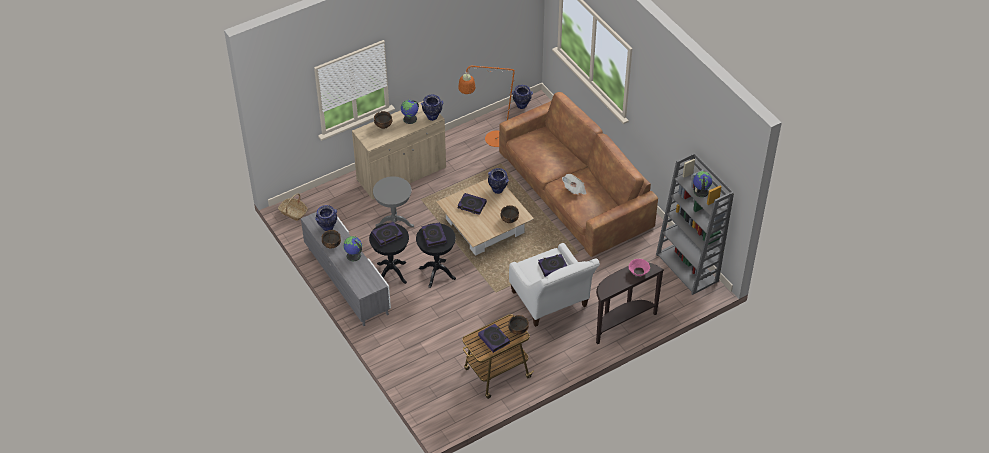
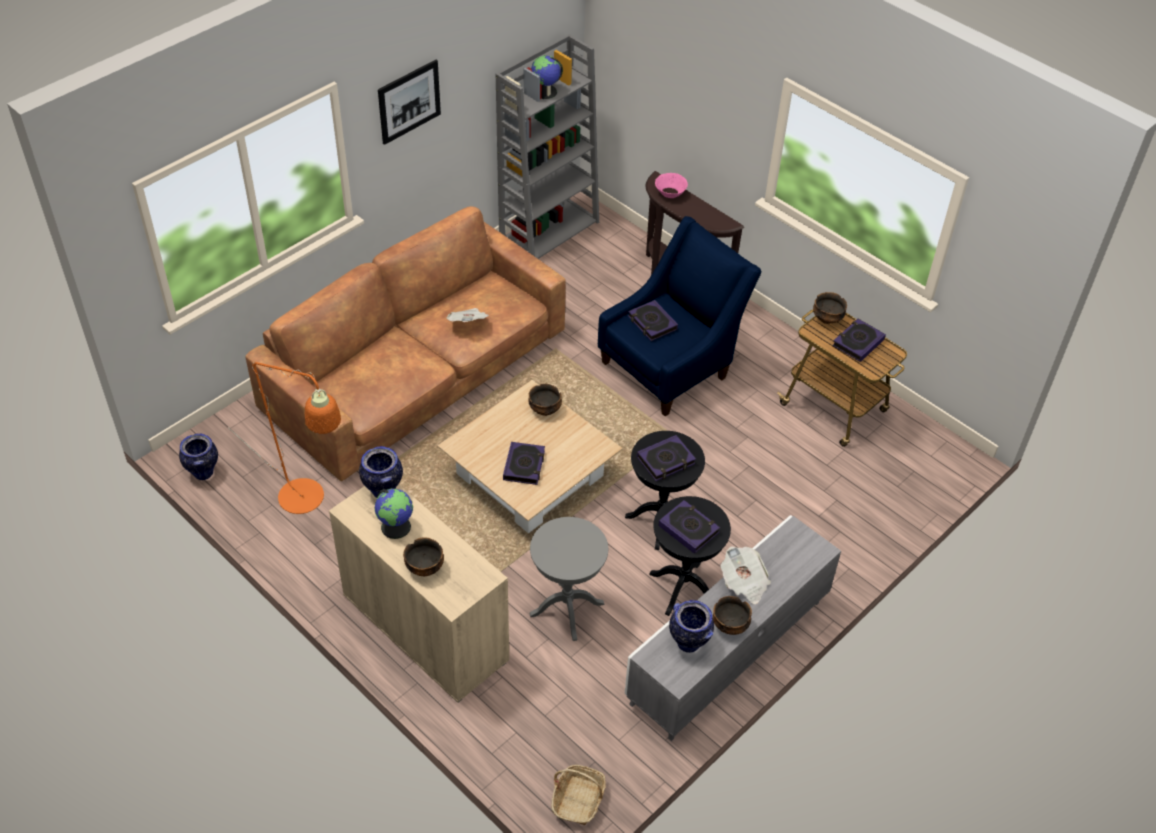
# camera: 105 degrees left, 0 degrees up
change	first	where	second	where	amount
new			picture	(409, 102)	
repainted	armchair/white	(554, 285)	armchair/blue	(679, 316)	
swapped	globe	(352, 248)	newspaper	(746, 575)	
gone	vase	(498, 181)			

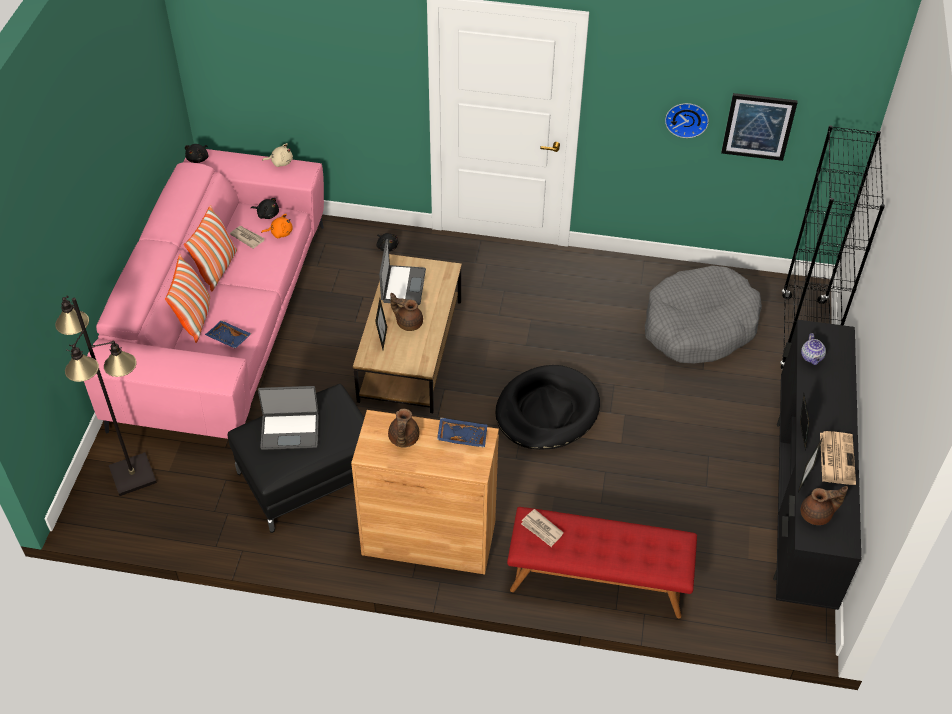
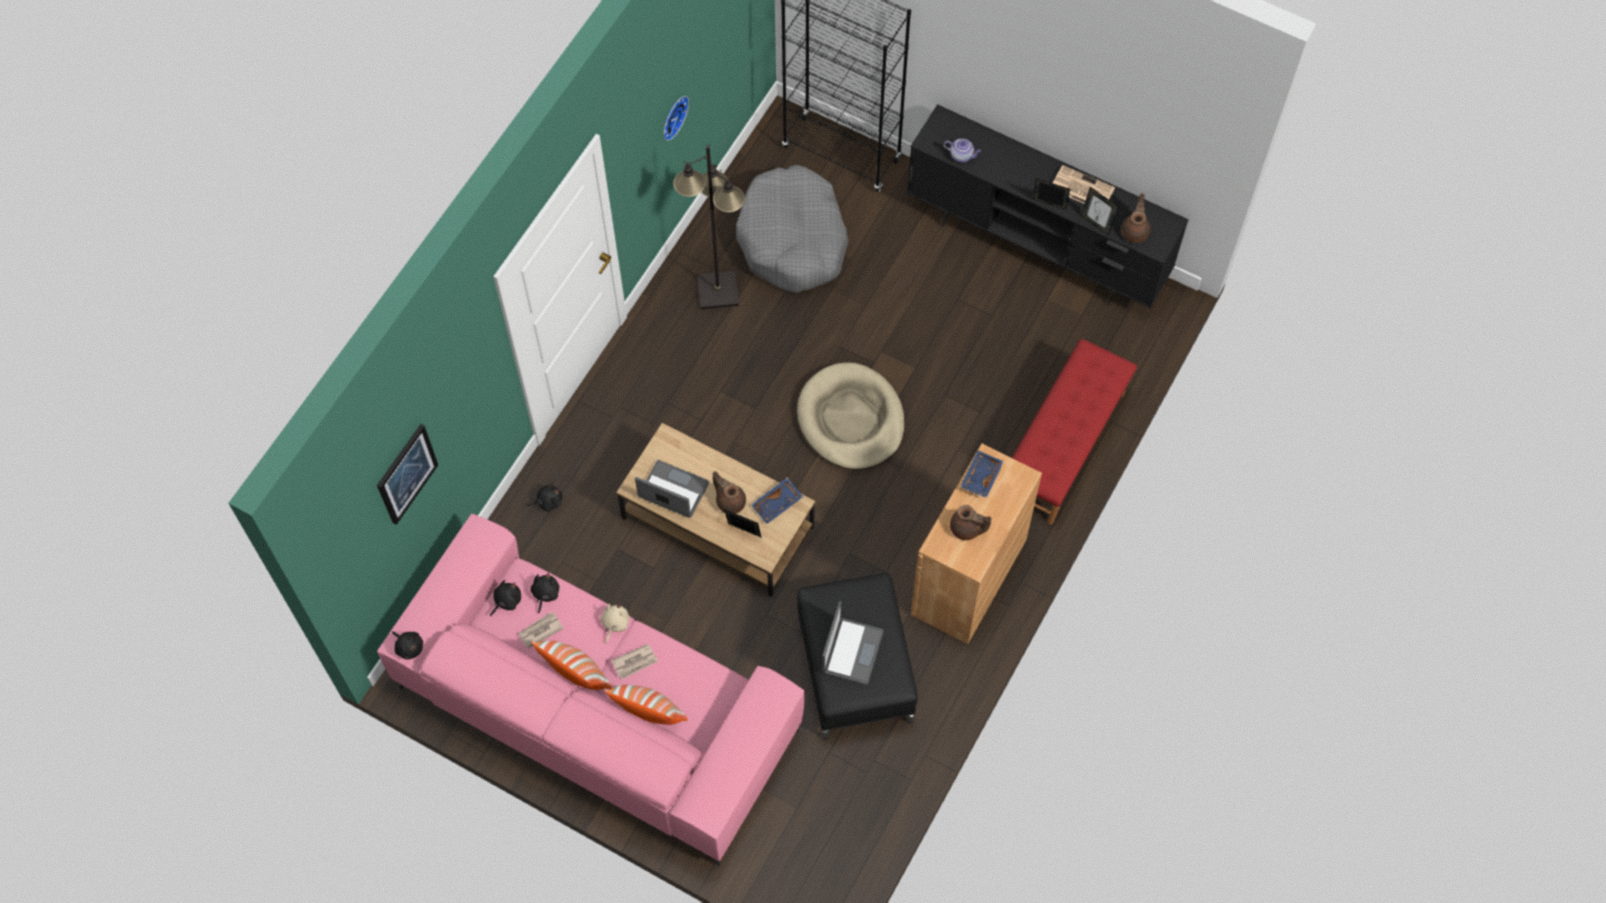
# camera: 70 degrees left, 15 degrees up
change	first	where	second	where	amount
shifted	picture	(759, 127)		(407, 474)	
repainted	plush toy/orange	(277, 226)	plush toy/black	(544, 593)	
shifted	plush toy/beige	(277, 155)		(615, 623)	
shifted	newspaper	(542, 528)		(634, 661)	
shifted	floor lamp/black	(106, 395)		(709, 227)	
rotated	teapot/brown	(406, 312)		(729, 492)	90 degrees clockwise
shifted	tray/blue	(228, 334)		(777, 501)	
repainted	dog bed/black	(547, 407)	dog bed/beige	(851, 416)	

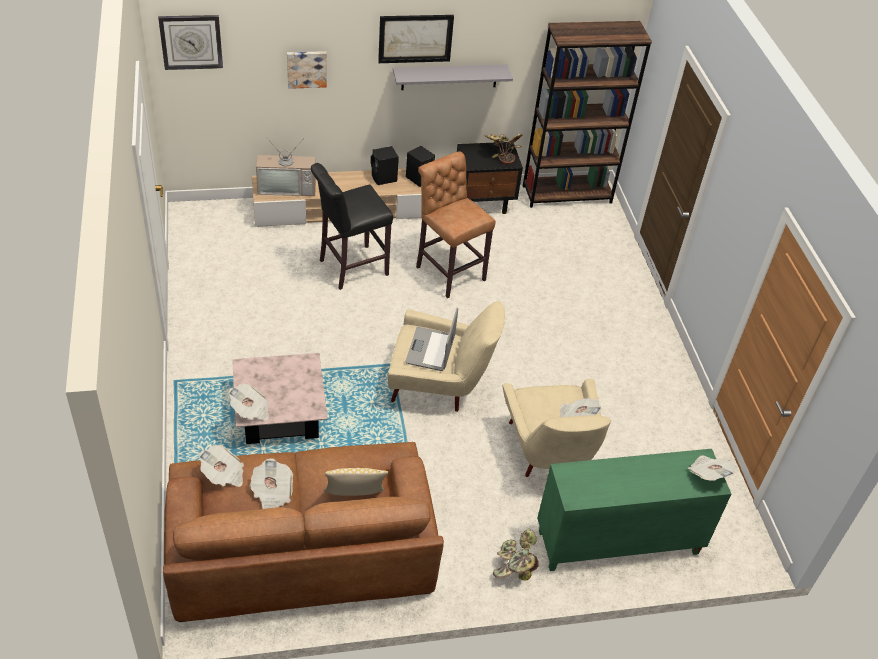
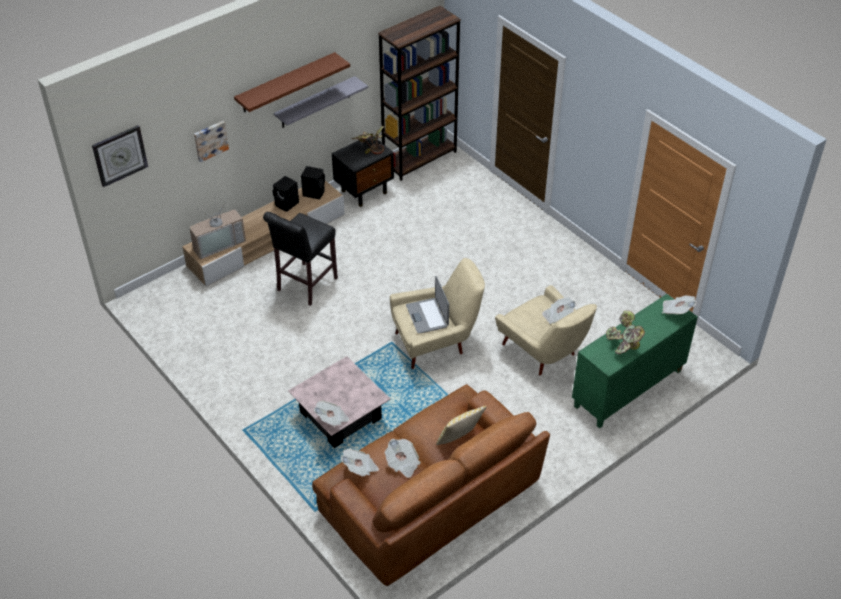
# camera: 25 degrees left, 0 degrees up
change	first	where	second	where	amount
swapped	picture	(416, 39)	shelf/brown	(292, 82)	
shifted	potted plant	(516, 555)		(625, 332)	
gone	stool/brown	(456, 224)			

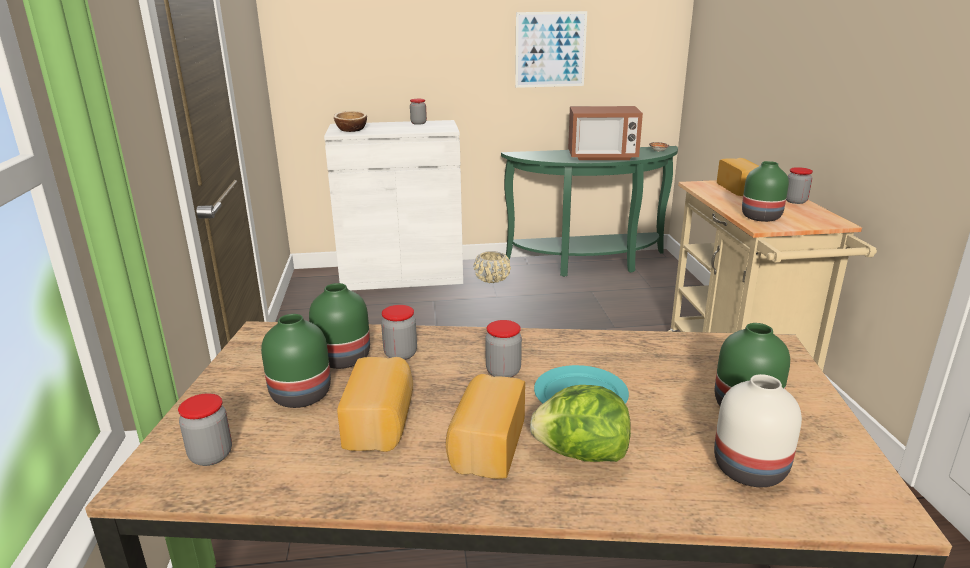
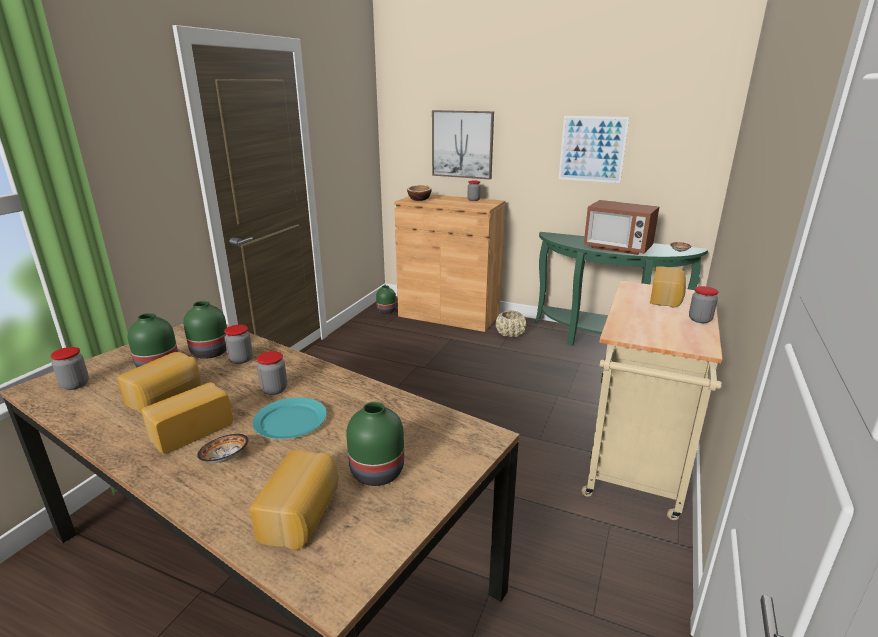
# camera: 30 degrees right, 0 degrees up
change	first	where	second	where	amount
swapped	lettuce	(580, 423)	bowl	(223, 448)	
swapped	vase/white	(758, 430)	bread	(294, 500)	
shifted	vase/green	(765, 191)		(386, 299)	
repainted	cabinet/white	(393, 205)	cabinet/brown	(449, 263)	
new			picture	(463, 145)	

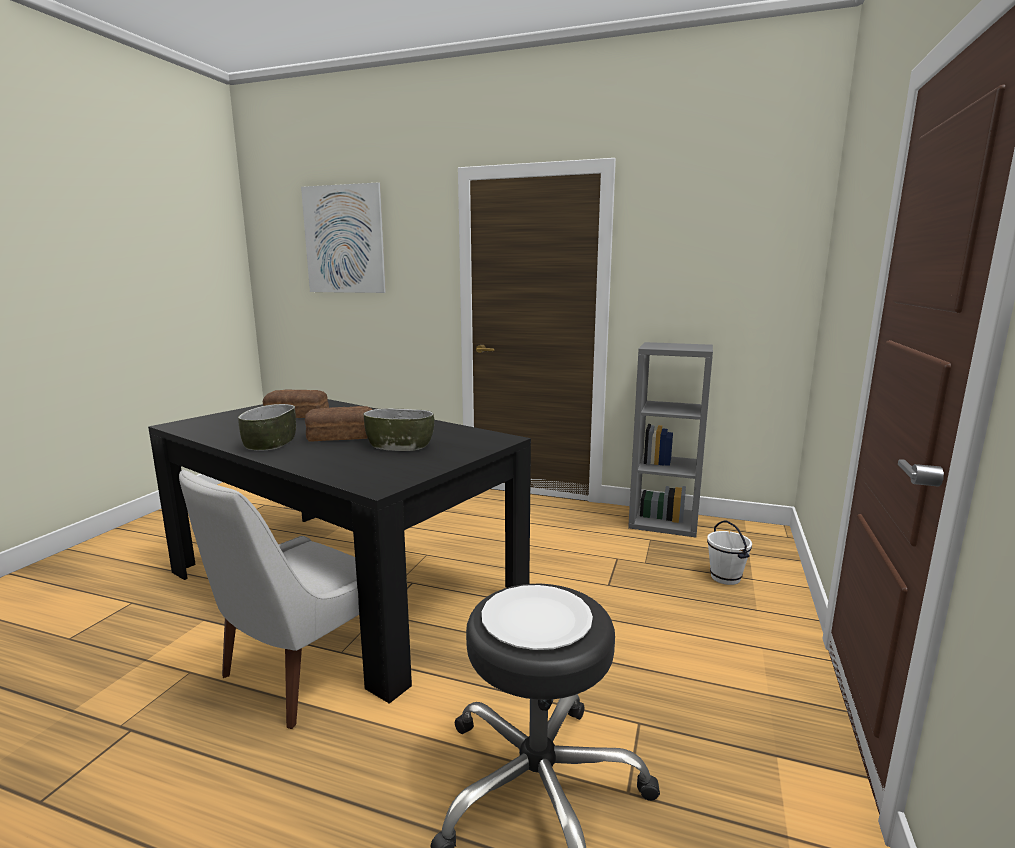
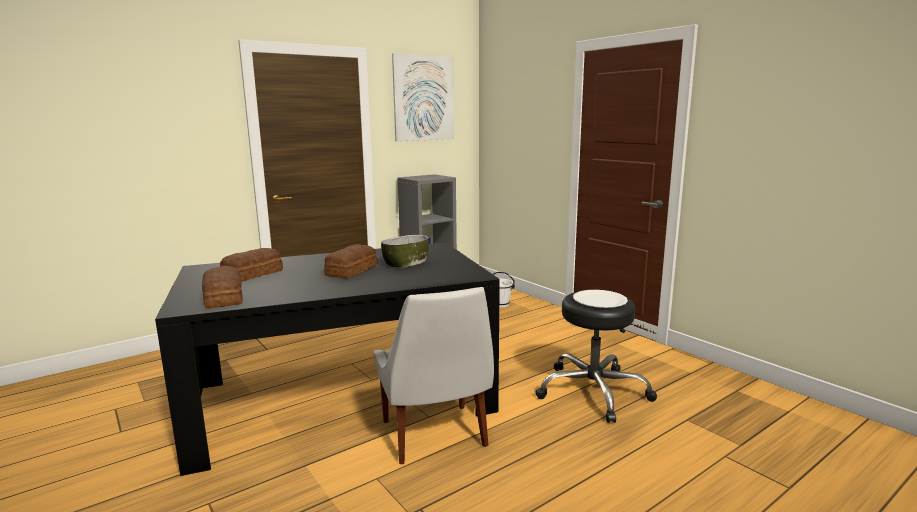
# camera: 55 degrees left, 0 degrees up
change	first	where	second	where	amount
new			bread	(222, 287)	
shifted	picture	(343, 238)		(423, 97)	
gone	bowl	(267, 427)			

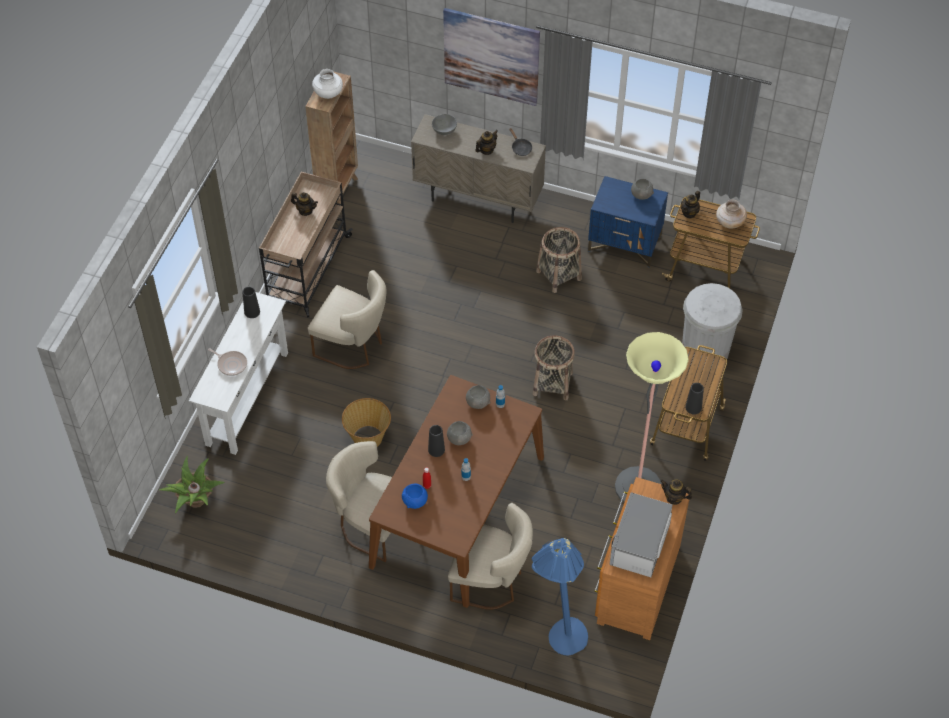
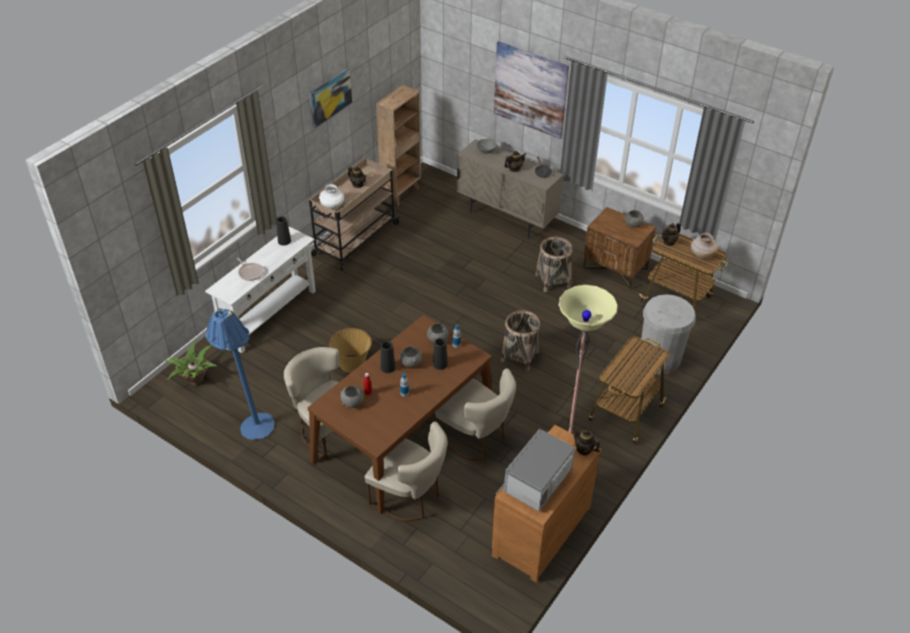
# camera: 15 degrees right, 10 degrees down
change	first	where	second	where	amount
shifted	floor lamp/blue	(560, 596)		(240, 374)	
new			picture	(331, 98)	
shifted	vase/white	(327, 84)		(331, 196)	
repainted	bowl/blue	(415, 496)	bowl/grey	(352, 396)	
shifted	vase/black	(694, 398)		(440, 354)	
shifted	chair/beige	(347, 319)		(475, 414)	
repainted	nightstand/blue	(628, 221)	nightstand/brown	(619, 248)	

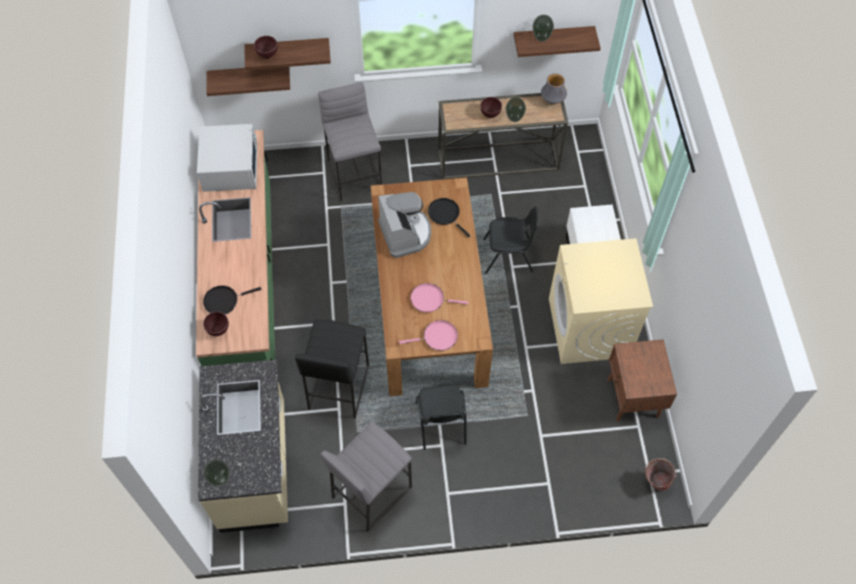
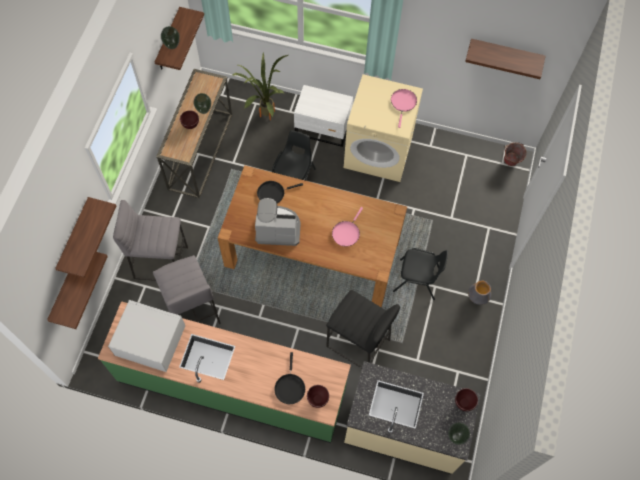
# camera: 70 degrees left, 5 degrees up
change	first	where	second	where	amount
shifted	stool/grey	(366, 477)		(187, 289)	
new			potted plant	(260, 86)	
shifted	frying pan/pink	(428, 335)		(404, 108)	
shifted	bowl/brown	(265, 47)		(466, 399)	
new			shelf	(505, 59)	
shifted	vase	(554, 89)		(479, 293)	
gone	nightstand/brown	(642, 380)			

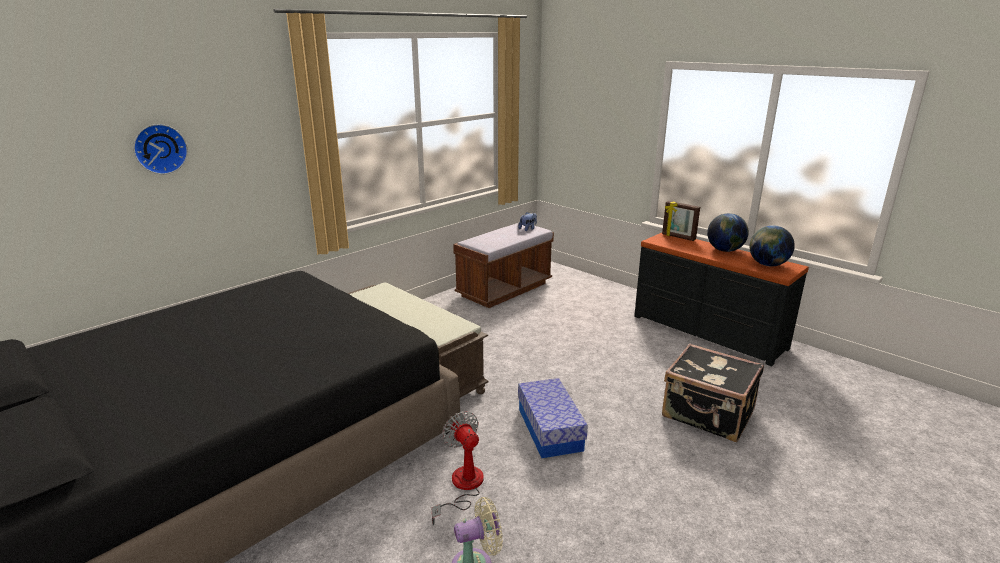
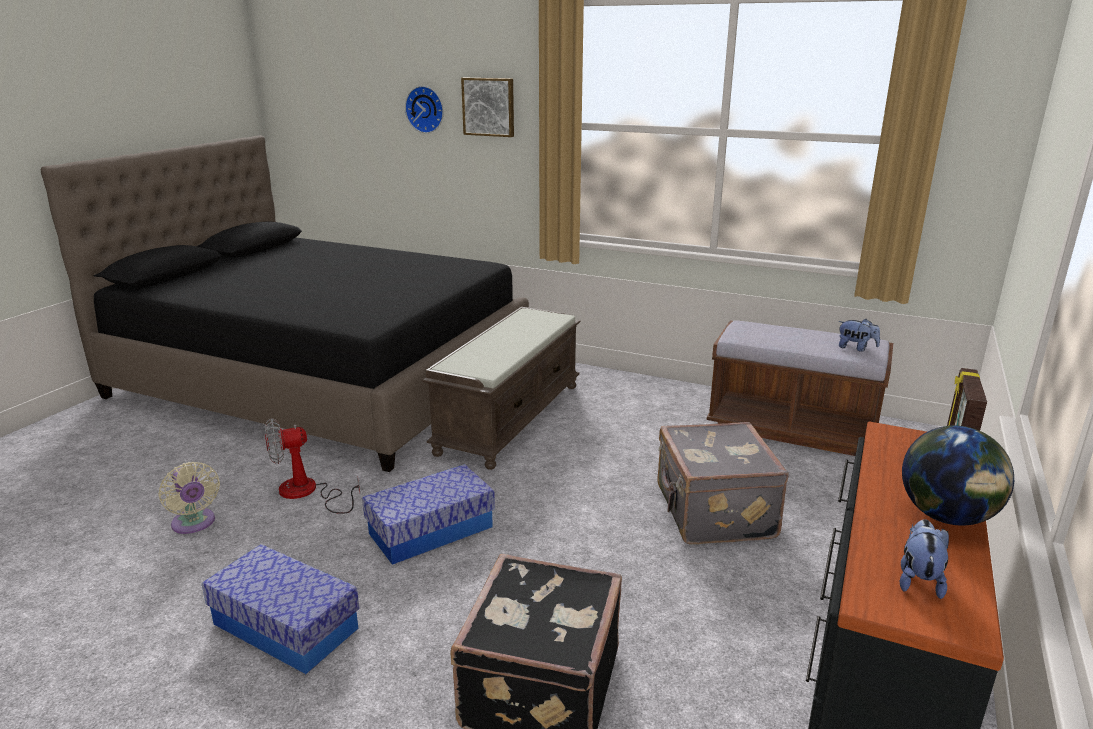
# camera: 70 degrees right, 0 degrees up
change	first	where	second	where	amount
new			storage box	(281, 609)	
rotated	fan	(457, 468)		(312, 466)	150 degrees counterclockwise
new			picture	(487, 107)	
new			suitcase/grey	(723, 483)	
swapped	globe	(772, 245)	plush toy	(924, 559)	

